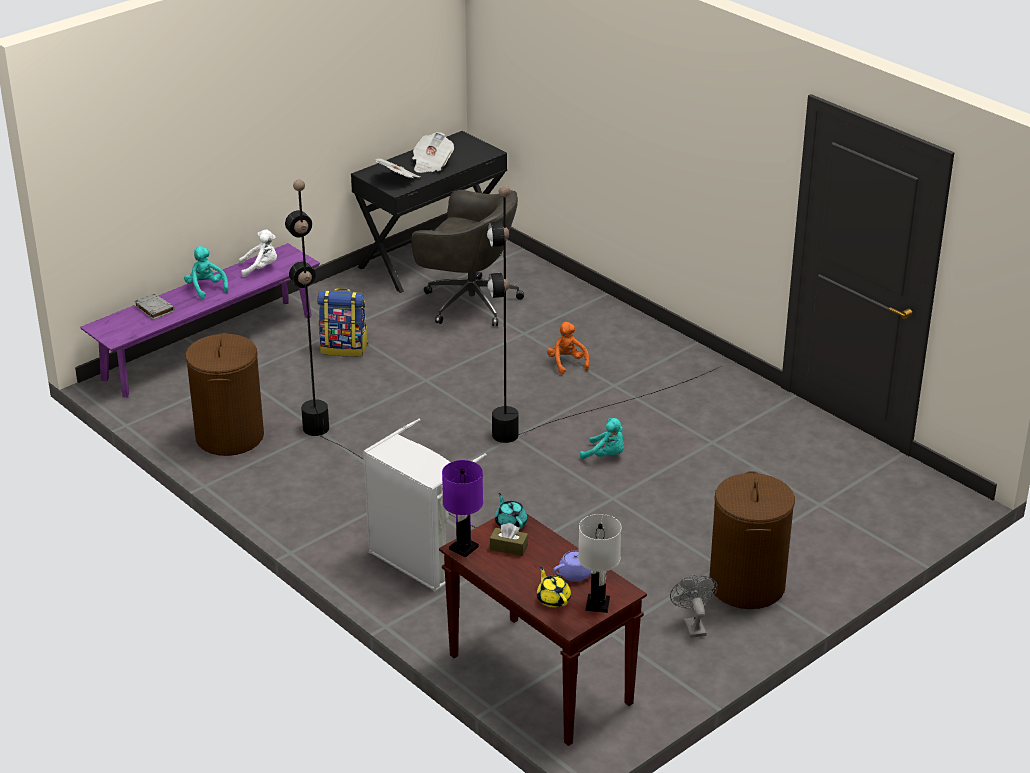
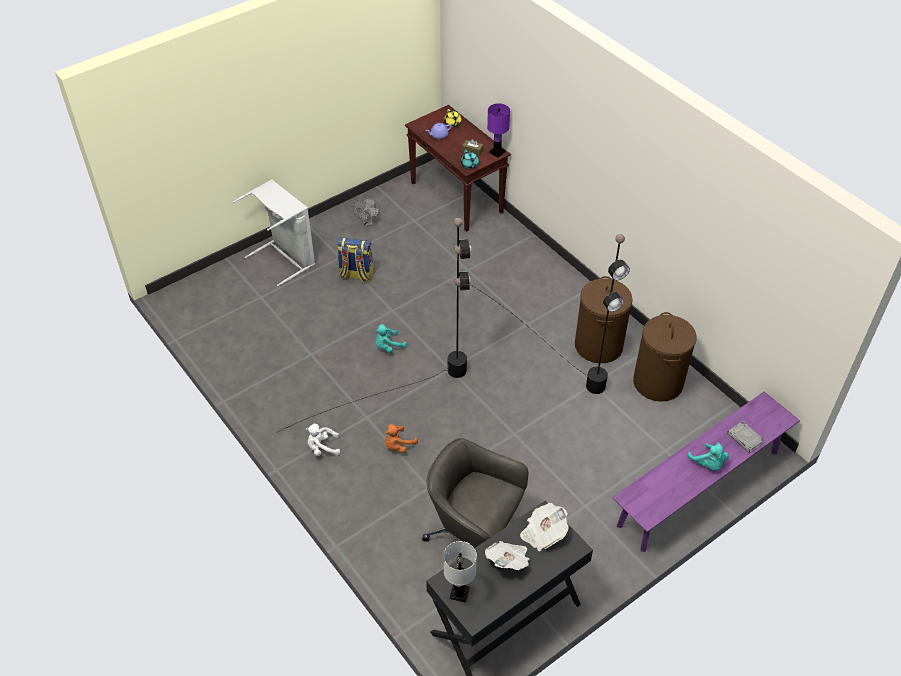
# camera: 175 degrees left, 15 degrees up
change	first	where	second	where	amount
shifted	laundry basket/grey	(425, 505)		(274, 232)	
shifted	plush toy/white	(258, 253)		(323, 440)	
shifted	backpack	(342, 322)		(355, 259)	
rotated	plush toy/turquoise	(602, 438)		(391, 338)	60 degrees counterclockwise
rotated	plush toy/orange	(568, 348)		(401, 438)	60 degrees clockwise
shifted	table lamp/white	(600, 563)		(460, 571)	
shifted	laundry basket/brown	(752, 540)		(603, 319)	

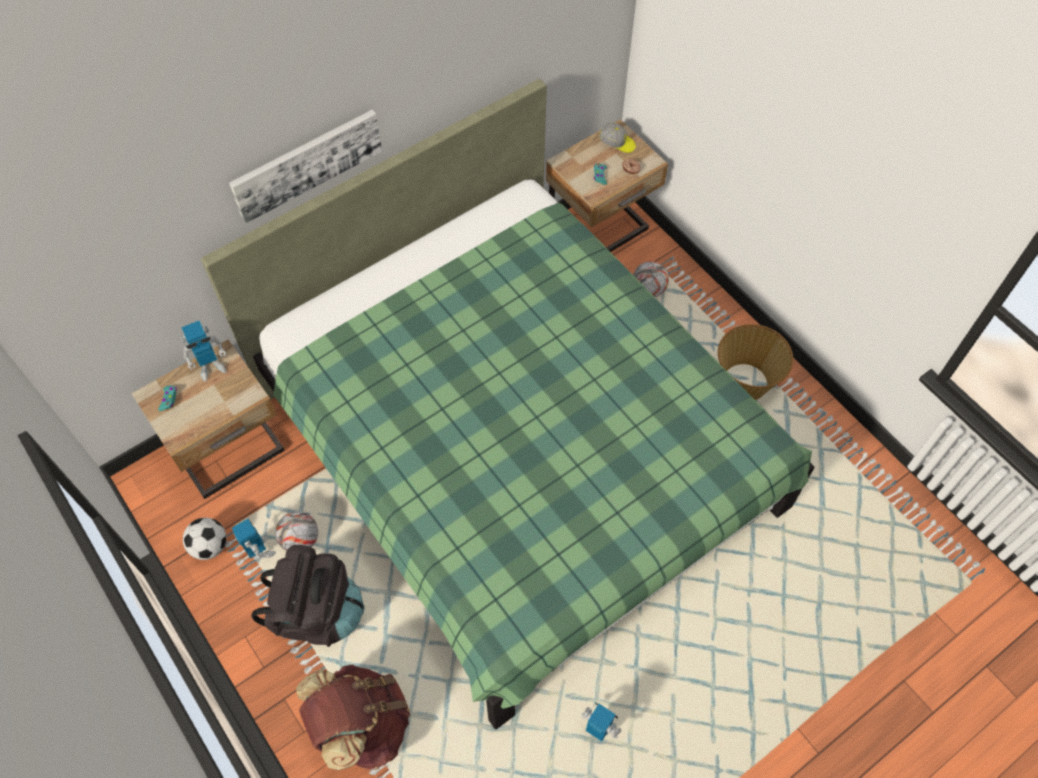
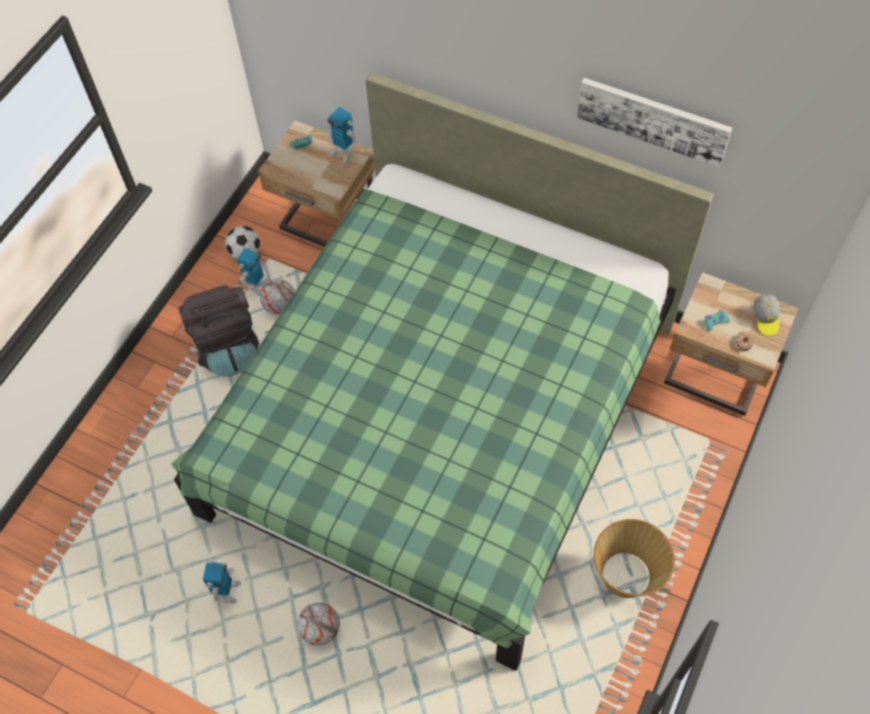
# camera: 65 degrees right, 0 degrees up
change	first	where	second	where	amount
shifted	football	(651, 279)		(319, 624)	
shifted	picture	(305, 166)		(654, 122)	
gone	backpack/brown	(353, 717)			

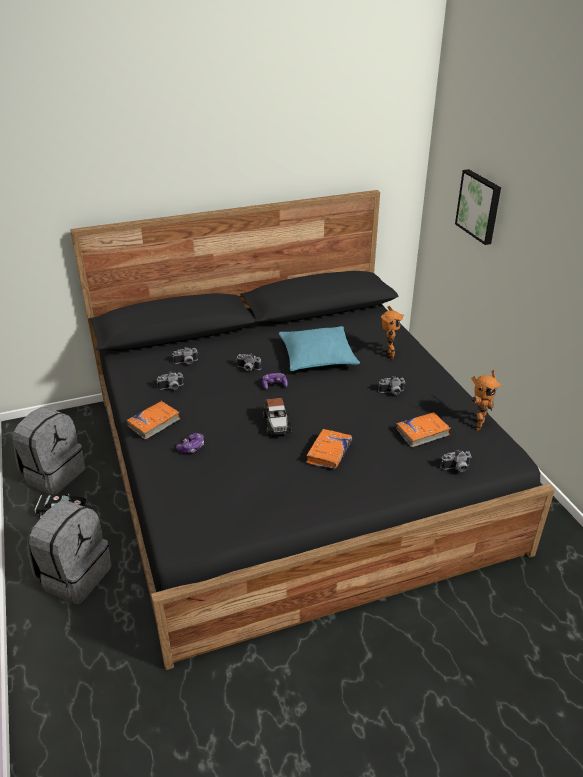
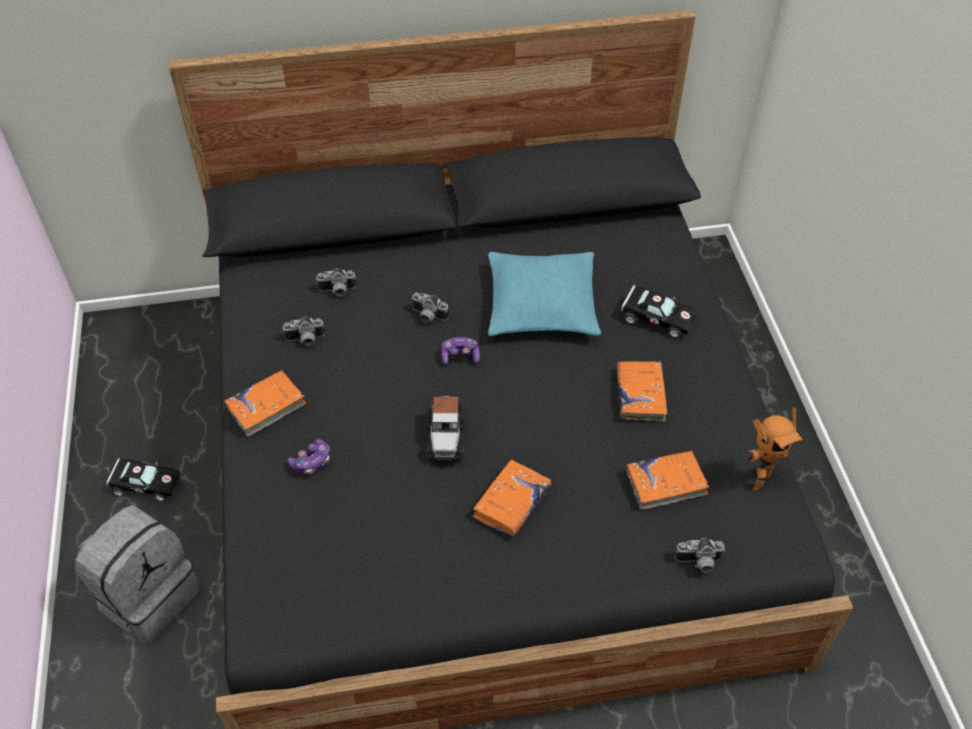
# camera: 10 degrees right, 15 degrees up
change	first	where	second	where	amount
swapped	photo camera	(392, 385)	book/orange	(642, 391)	
swapped	toy robot	(392, 333)	toy car/black	(659, 311)	
gone	backpack/grey	(49, 450)			
gone	picture	(478, 207)			

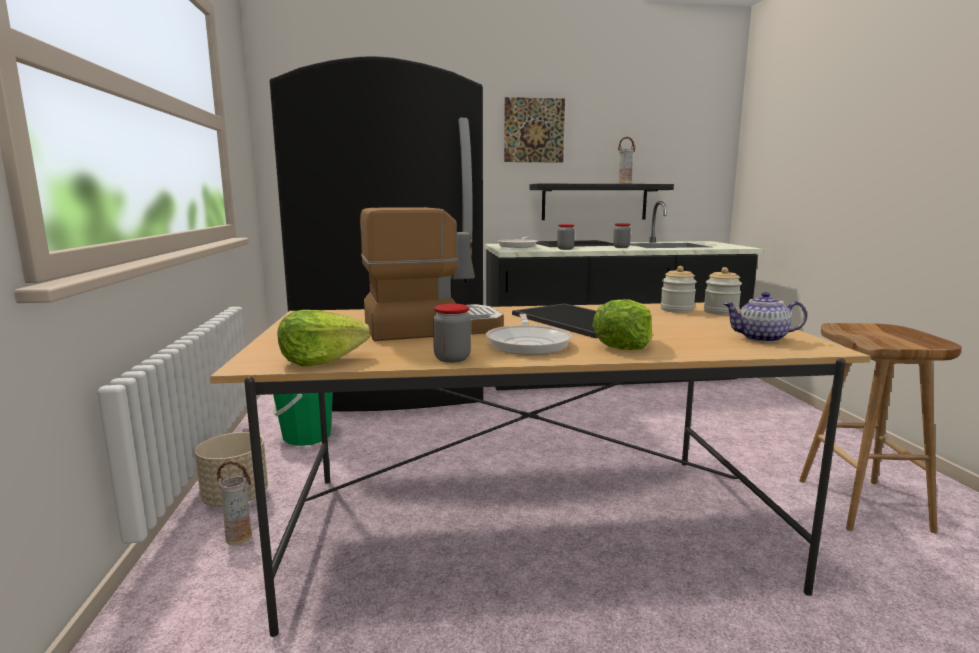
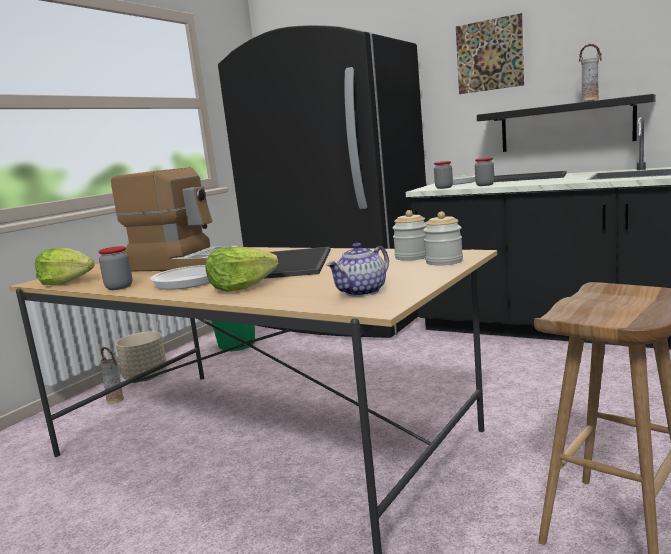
# camera: 40 degrees right, 0 degrees up
change	first	where	second	where	amount
rotated	teapot	(765, 317)		(358, 270)	90 degrees counterclockwise
shifted	jar	(622, 235)		(443, 175)	

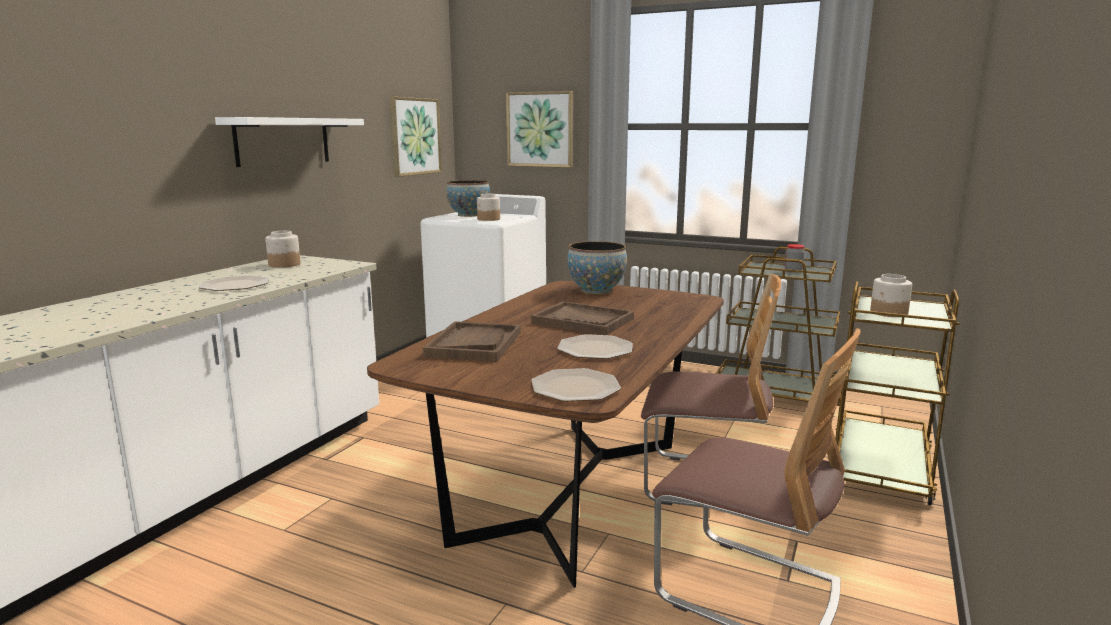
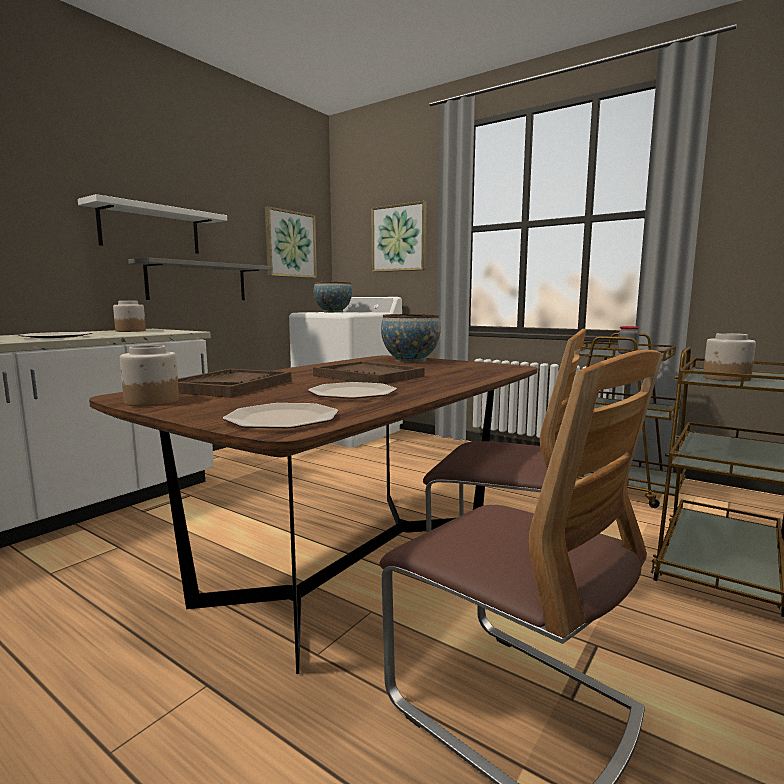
# camera: 10 degrees right, 5 degrees down
change	first	where	second	where	amount
shifted	jar	(488, 207)		(149, 375)	
new			shelf/grey	(200, 278)	

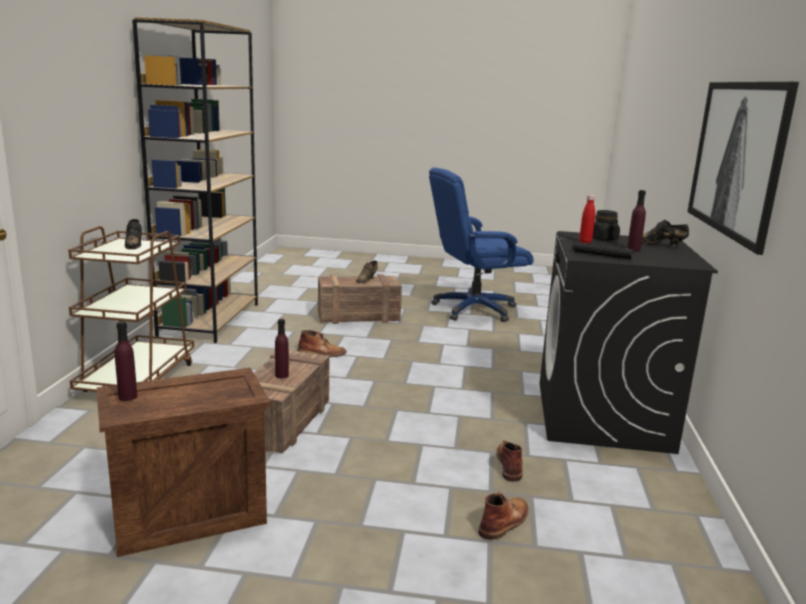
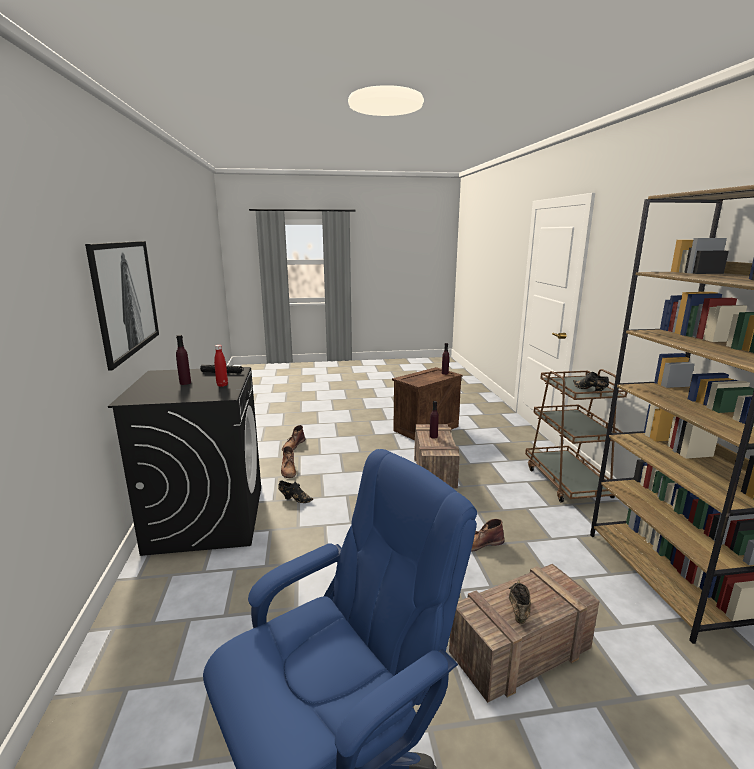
# camera: 165 degrees right, 0 degrees up
change	first	where	second	where	amount
shifted	shoe/black	(665, 234)		(295, 491)	
gone	jar/black	(606, 225)			

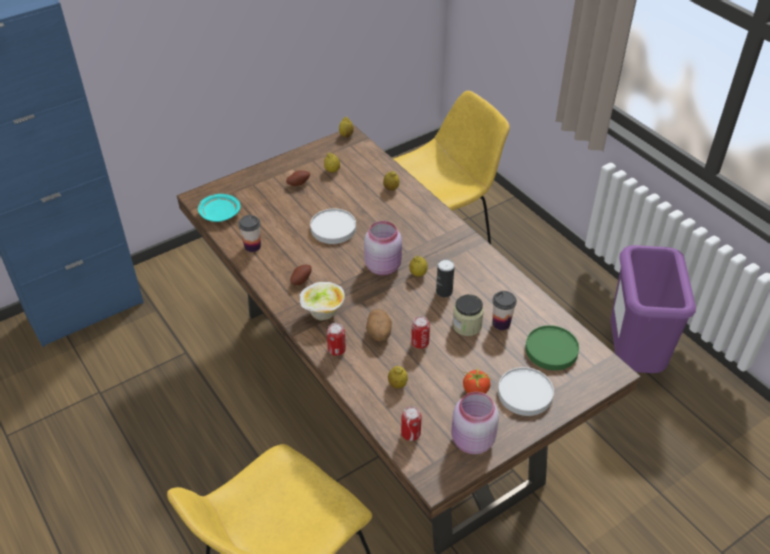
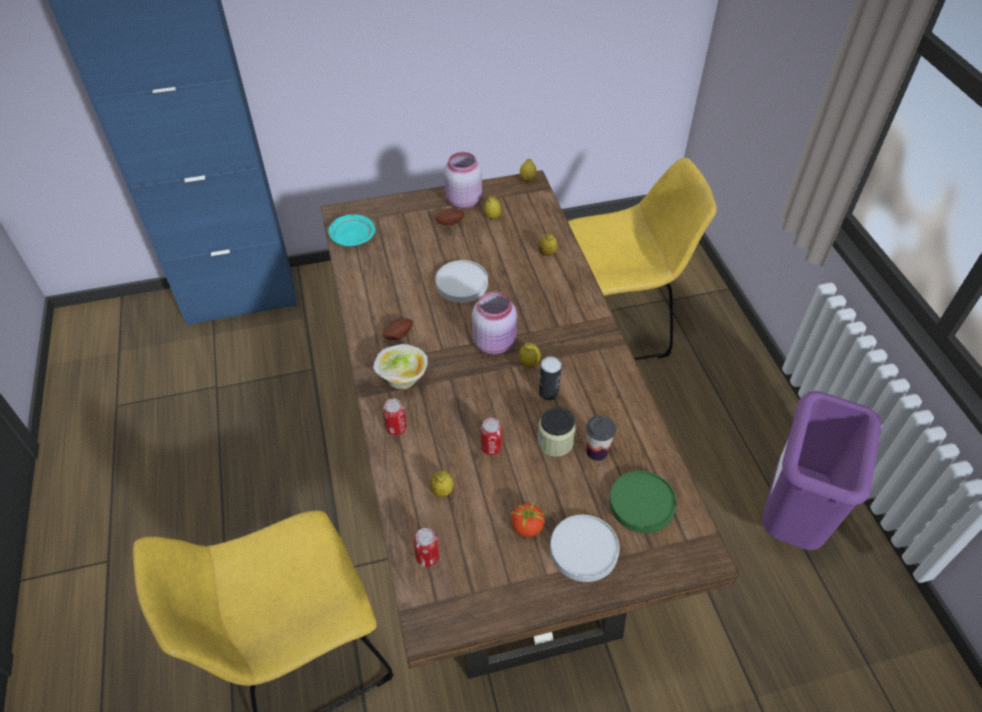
# camera: 20 degrees right, 5 degrees up
change	first	where	second	where	amount
shifted	jar/pink	(475, 423)		(463, 180)	
gone	cup	(249, 233)			
gone	potato	(379, 325)			

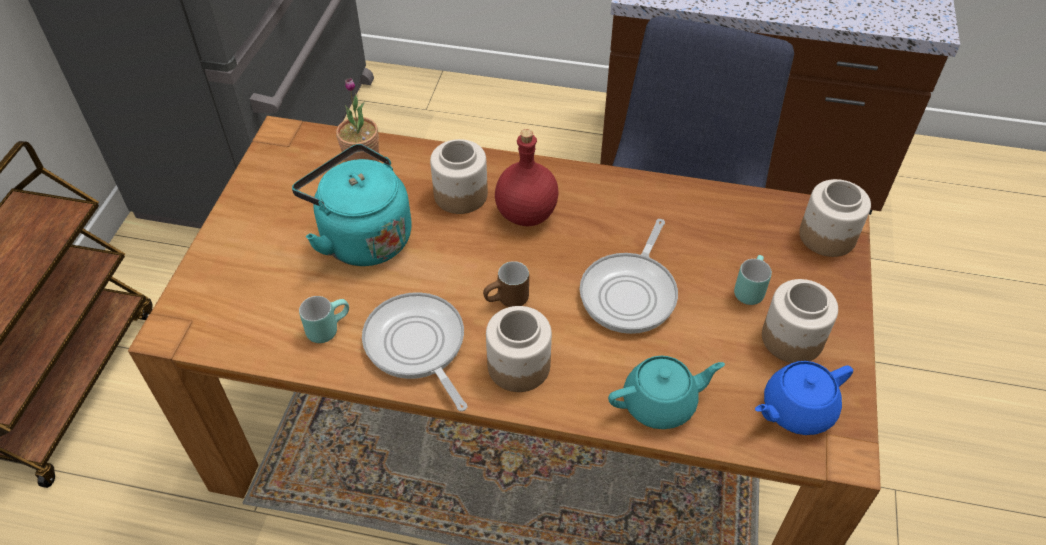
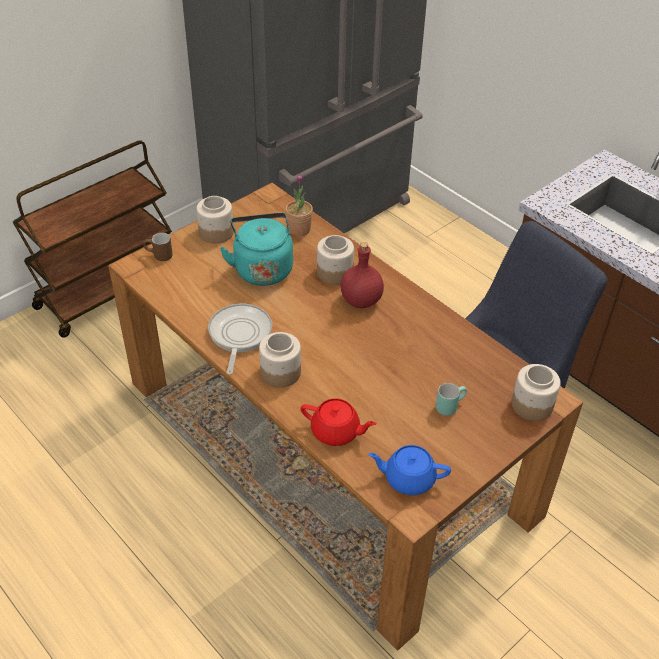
# camera: 35 degrees right, 5 degrees down
change	first	where	second	where	amount
shifted	mug/brown	(506, 284)		(158, 247)	
shifted	jar	(800, 321)		(215, 220)	
repainted	teapot/turquoise	(666, 392)	teapot/red	(339, 422)	
gone	mug/turquoise	(324, 319)			
gone	frying pan	(629, 276)			

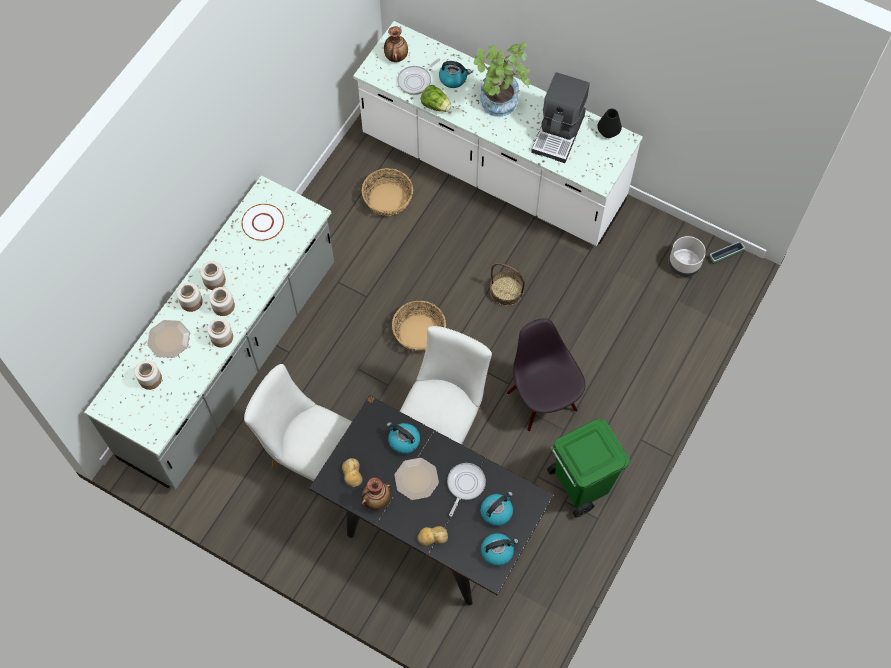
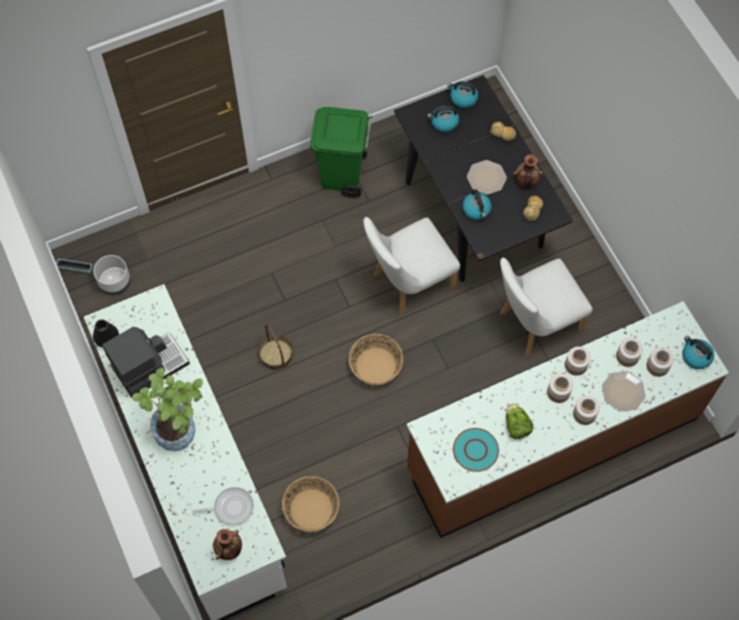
# camera: 145 degrees left, 0 degrees up
change	first	where	second	where	amount
repainted	counter/grey	(209, 332)	counter/brown	(568, 419)	
repainted	plate/white	(262, 222)	plate/turquoise	(476, 450)	
rotated	chair/white	(298, 422)		(546, 306)	90 degrees clockwise
shifted	lettuce	(436, 98)		(519, 421)	
shifted	jar	(213, 275)		(629, 352)	
shifted	kettle	(455, 74)		(698, 352)	
gone	frying pan	(466, 490)			
gone	chair/black	(546, 374)			

